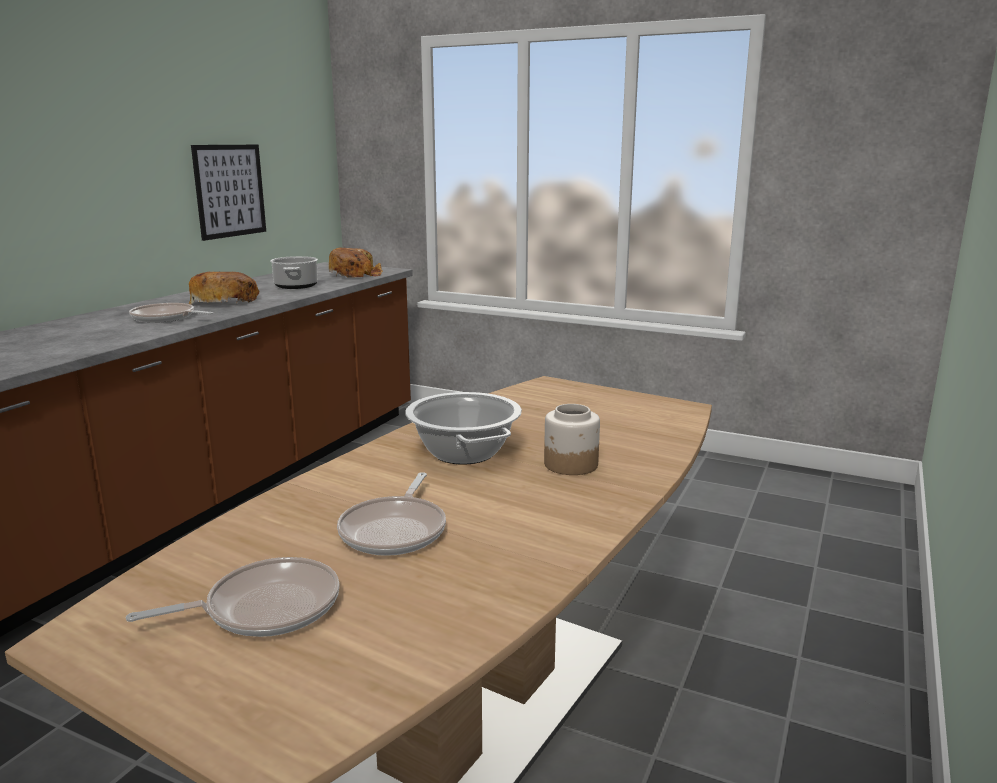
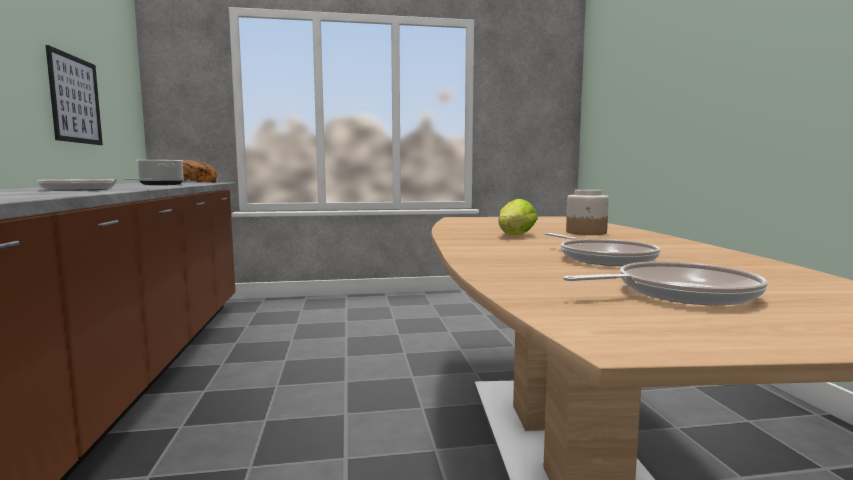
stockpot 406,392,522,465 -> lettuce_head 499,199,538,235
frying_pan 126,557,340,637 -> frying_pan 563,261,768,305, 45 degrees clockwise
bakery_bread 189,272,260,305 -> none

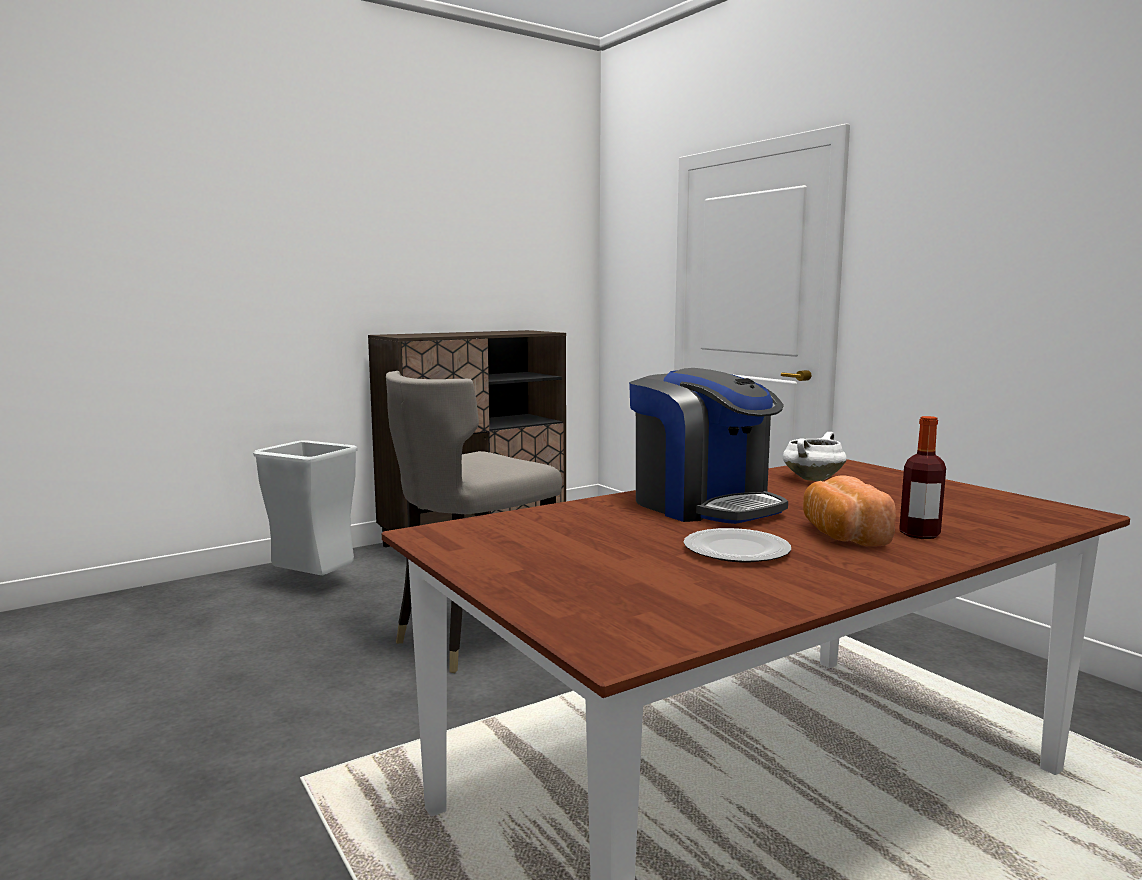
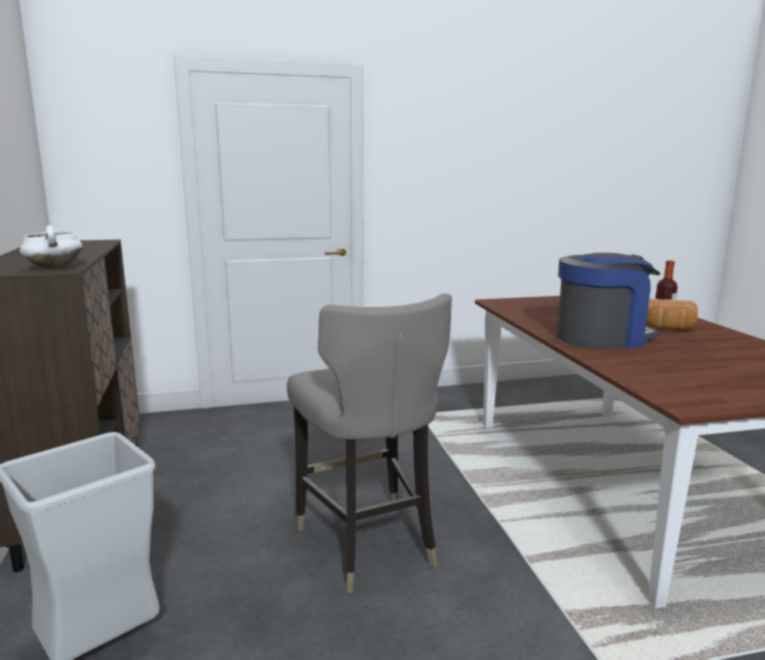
white_stockpot 783,432,847,481 -> white_stockpot 20,225,83,269, move
flat_dish 684,528,791,562 -> none

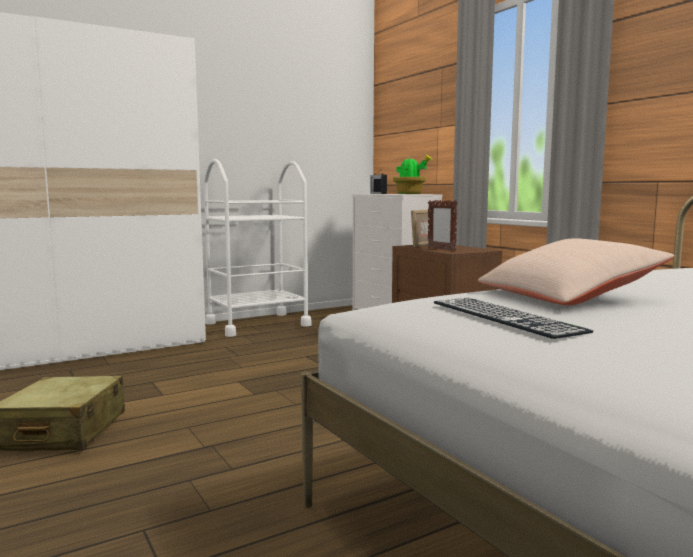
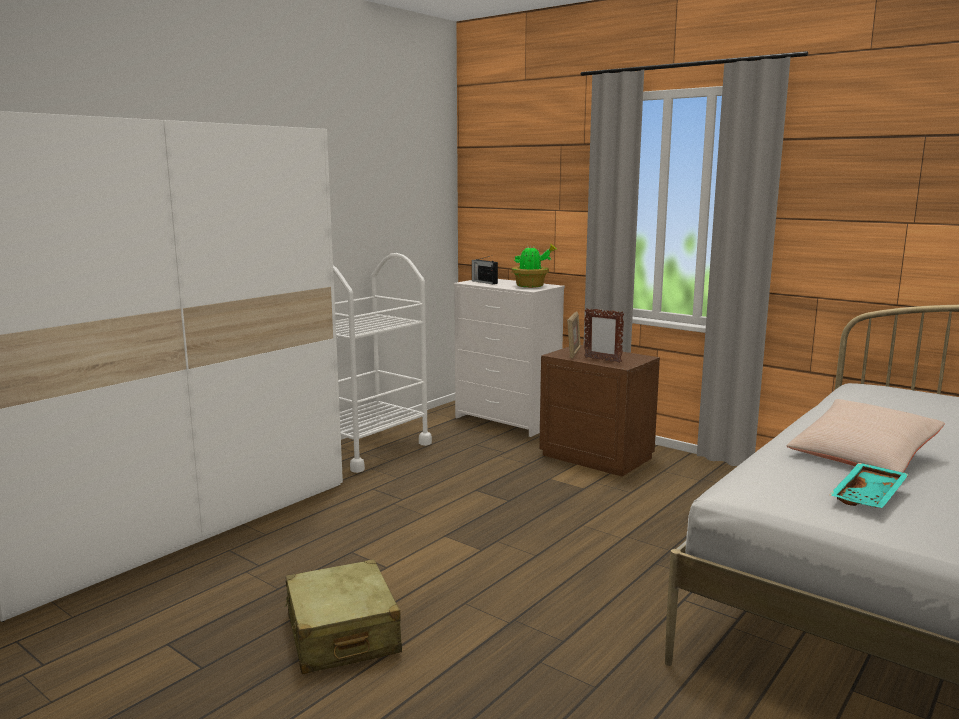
keyboard 434,298,593,339 -> turquoise_tray 830,463,909,508

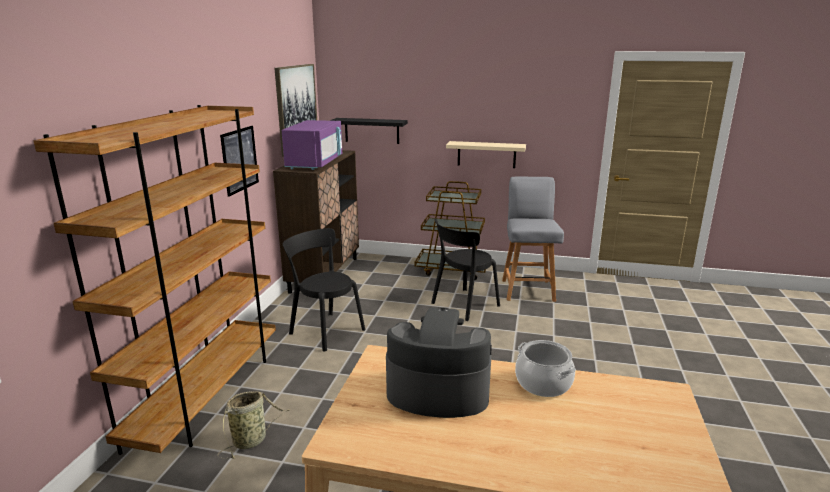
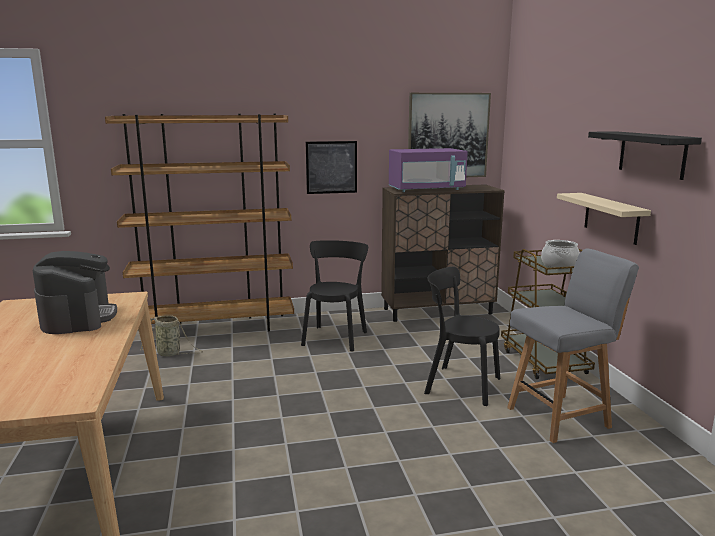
stockpot 515,340,576,397 -> stockpot 541,240,580,269, move
blackish_shelf 330,118,408,144 -> blackish_shelf 588,131,702,180, move

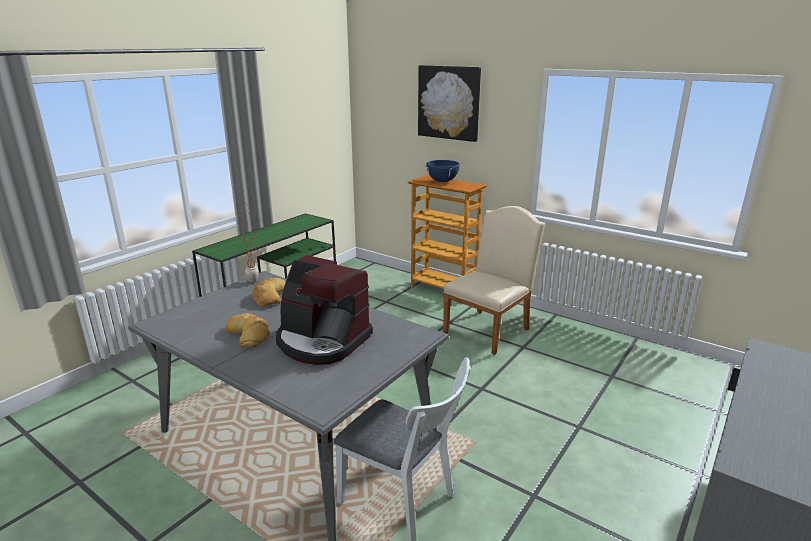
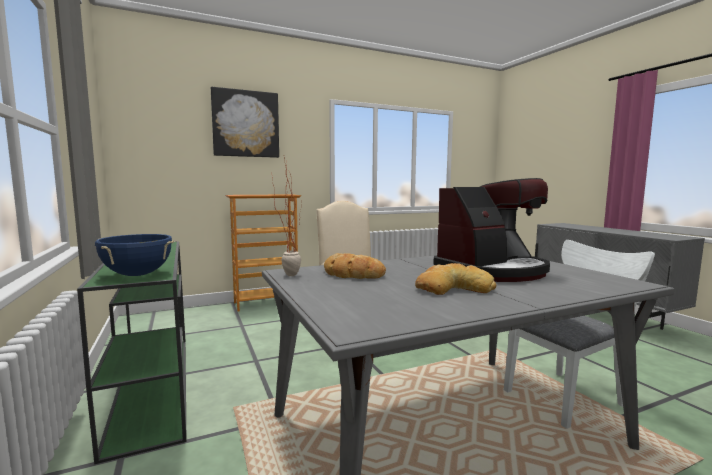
bluish_stockpot 424,160,462,182 -> bluish_stockpot 95,234,174,276, move

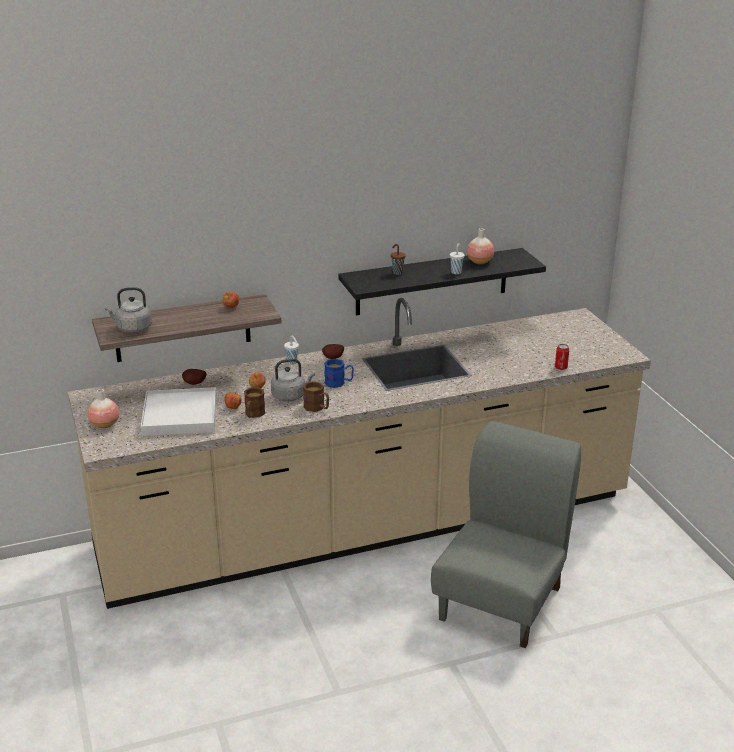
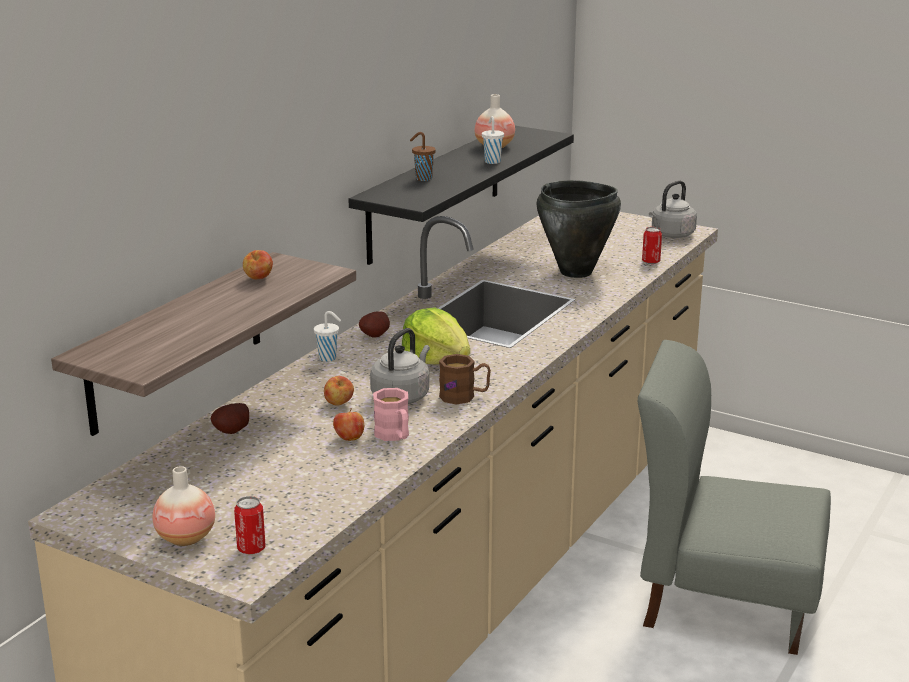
none -> metal_can 234,496,265,554
brownish_coffee_mug 244,387,265,418 -> pink_coffee_mug 373,388,409,441
bluish_coffee_mug 324,359,354,388 -> lettuce_head 402,307,470,364
none -> blackish_stockpot 537,180,621,278
grey_plain_chair 431,421,581,648 -> grey_plain_chair 638,340,831,655, 60 degrees counterclockwise
grey_tea_kettle 105,287,152,333 -> grey_tea_kettle 649,180,697,238, move
white_tray 141,387,216,436 -> none

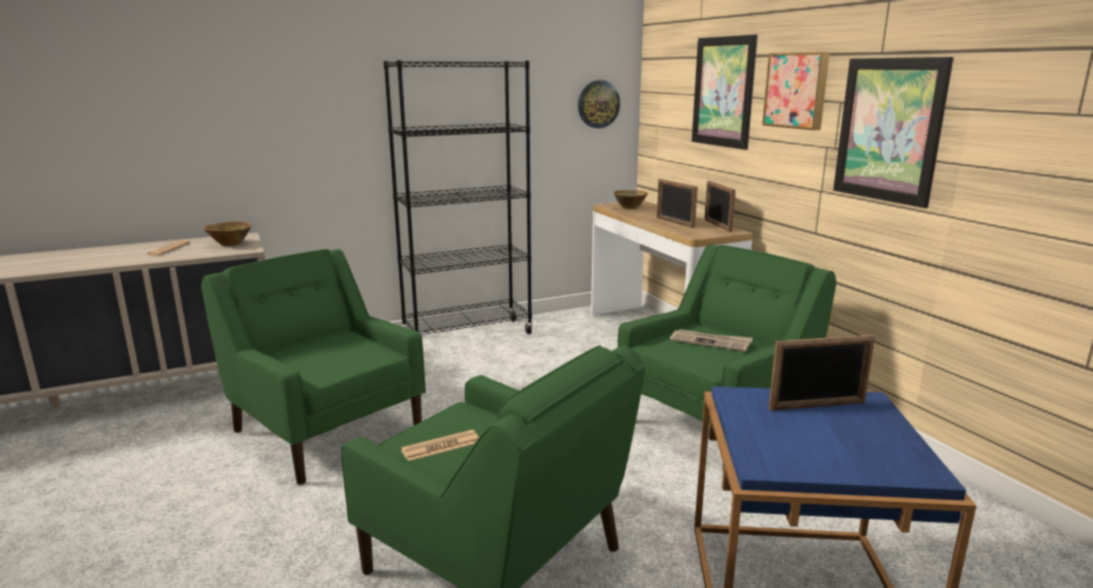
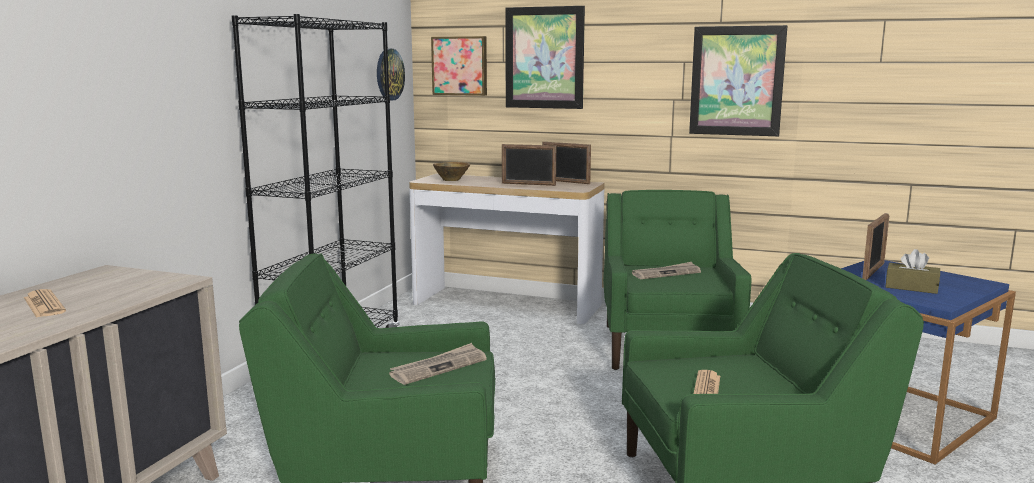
none -> newspaper 389,343,487,385
wall_art 762,52,830,131 -> wall_art 431,36,487,96, move
none -> brownish_tissue_box 885,249,940,294
brownish_serving_bowl 203,221,251,246 -> none

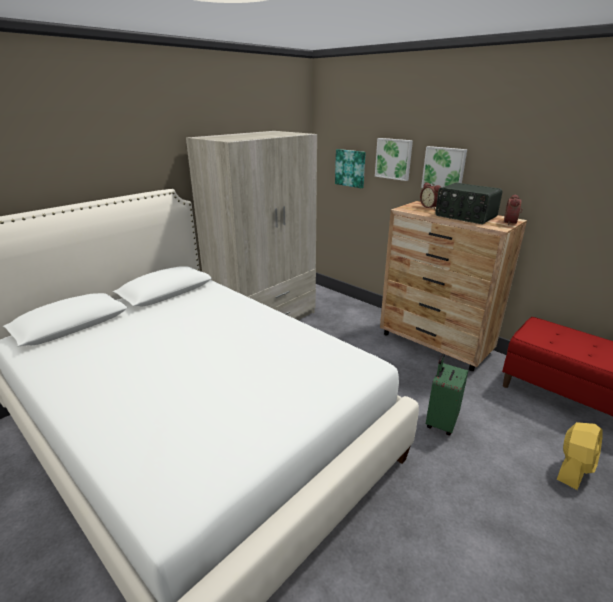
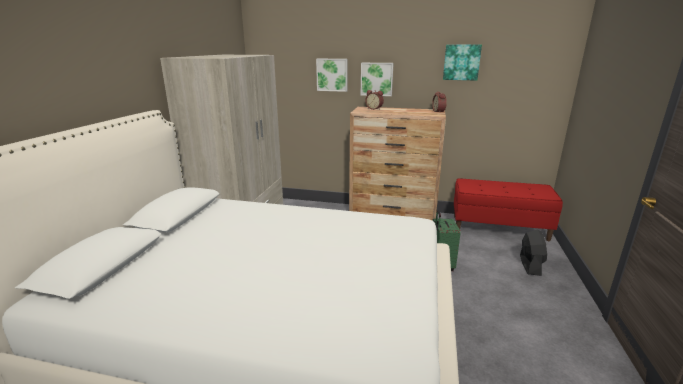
wall_art 335,149,366,188 -> wall_art 443,45,482,81, move
yellow-coloured_fan 557,422,602,490 -> blackish_fan 520,229,547,276
radio 435,183,503,224 -> none

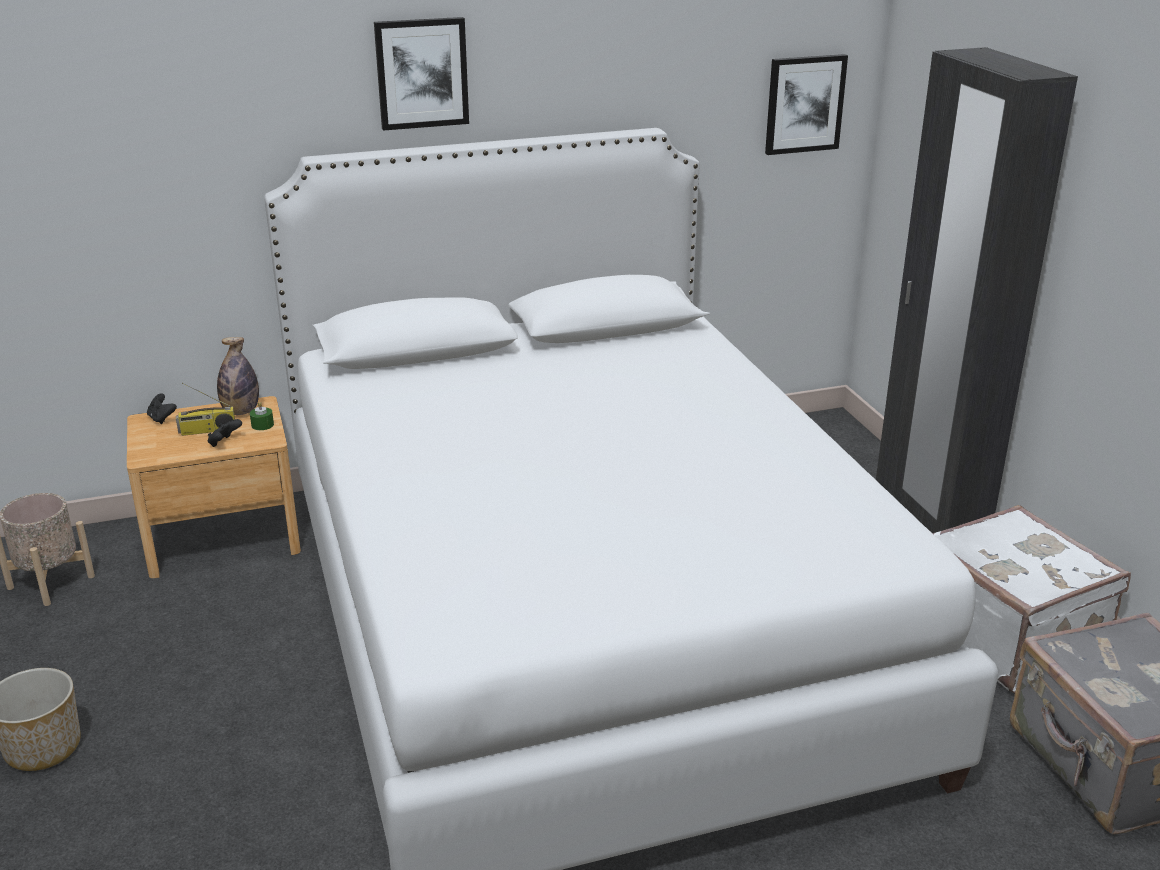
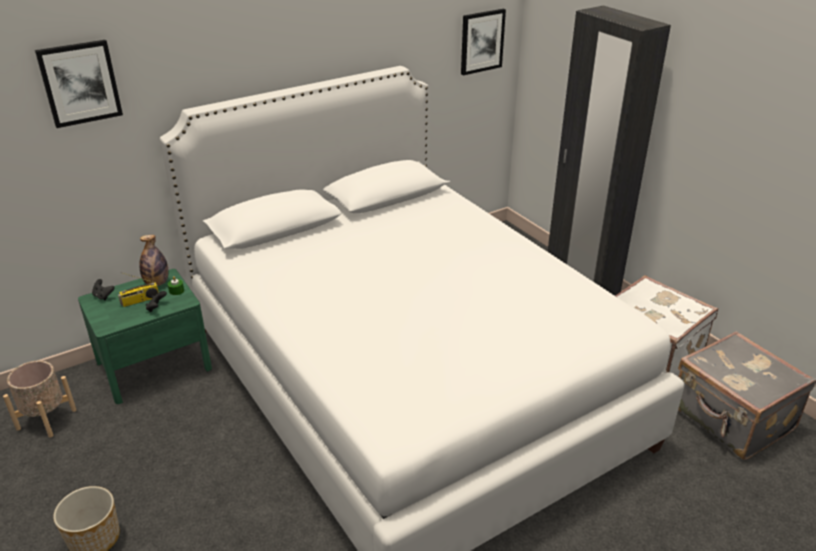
wall_art 374,17,469,131 -> wall_art 35,40,123,128, move
brownish_night_table 127,396,301,578 -> green-coloured_night_table 78,269,212,404

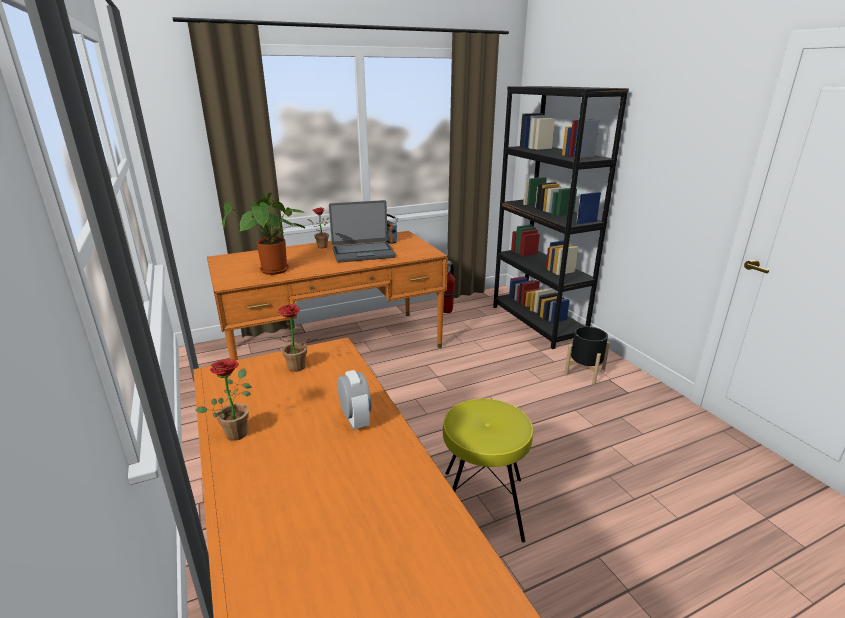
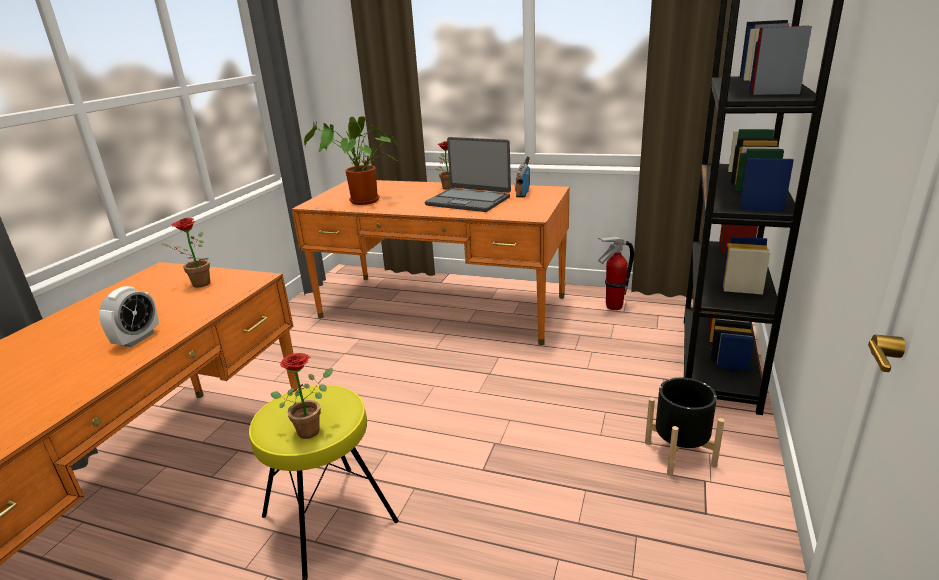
houseplant 196,359,252,441 -> houseplant 271,353,333,439, move

